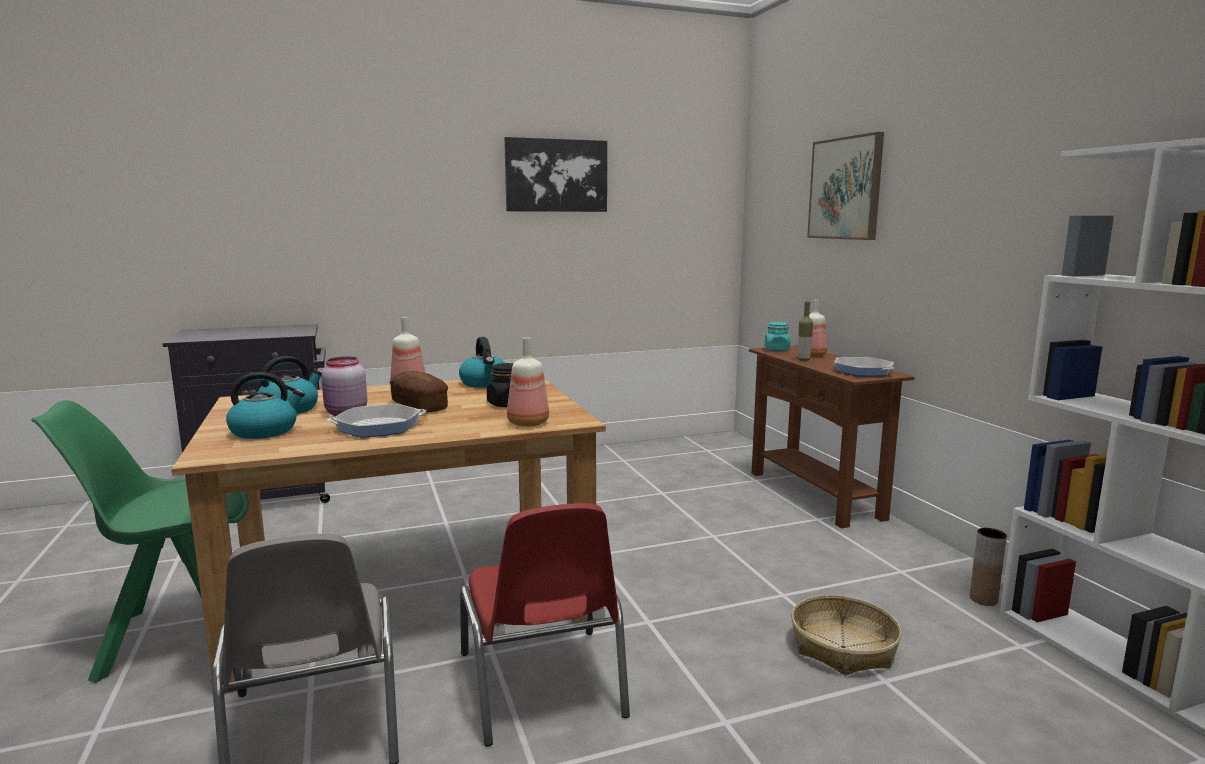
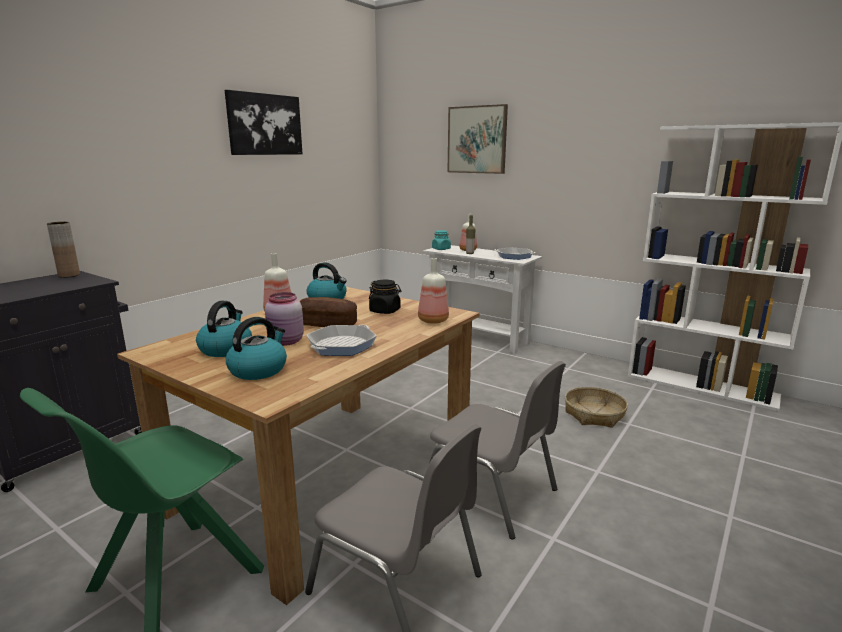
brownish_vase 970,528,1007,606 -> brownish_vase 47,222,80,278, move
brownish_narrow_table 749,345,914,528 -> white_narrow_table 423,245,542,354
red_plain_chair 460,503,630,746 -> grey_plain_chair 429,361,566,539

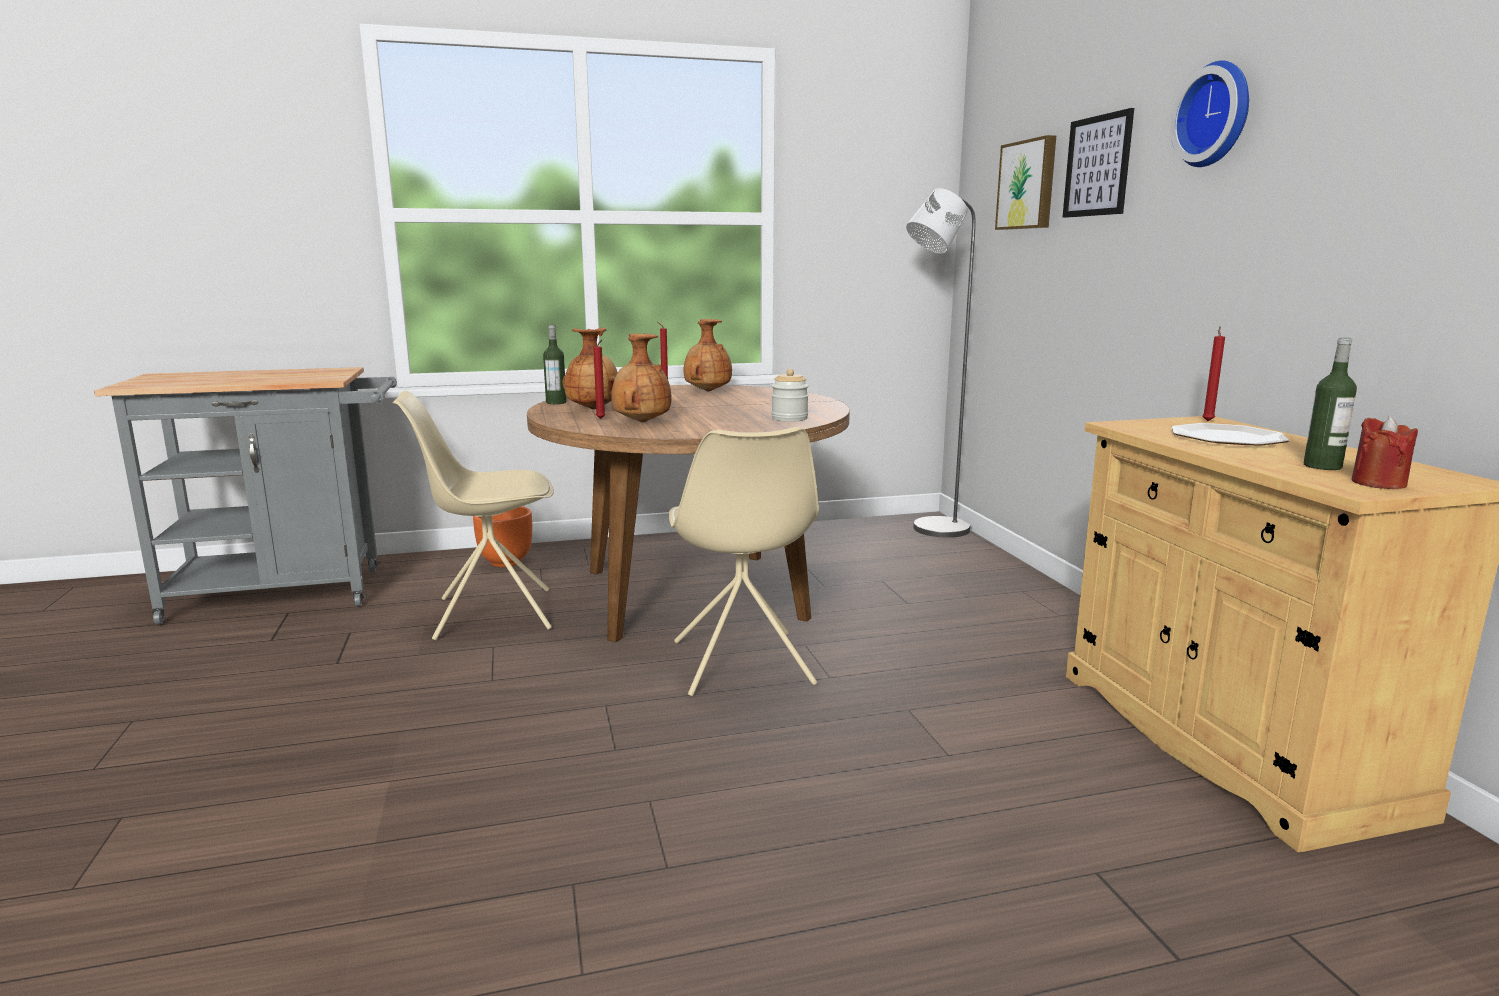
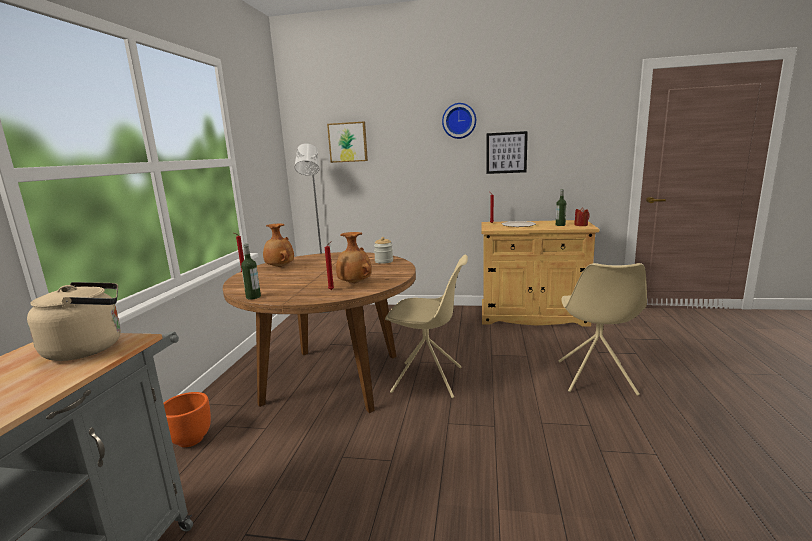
none -> beige-coloured_tea_kettle 27,282,121,361
wall_art 1062,108,1134,218 -> wall_art 487,131,528,174, move
beige-coloured_plain_chair 393,391,554,640 -> beige-coloured_plain_chair 559,263,647,396, move
brownish_vase 563,328,618,409 -> none

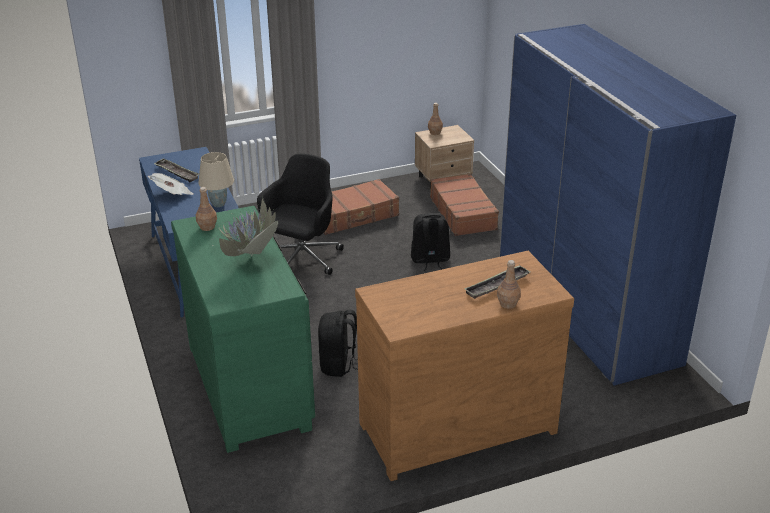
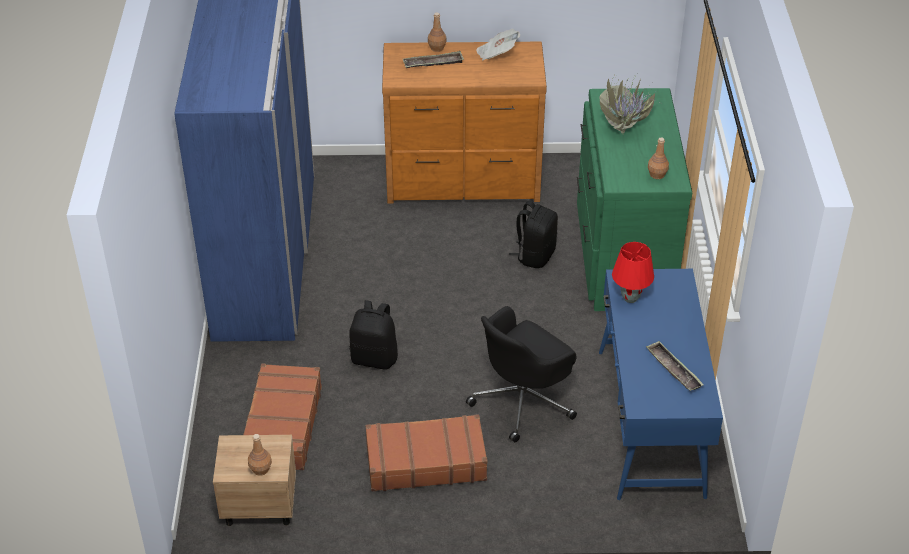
newspaper 148,173,193,195 -> newspaper 476,29,520,60, move
beige-coloured_table_lamp 198,152,234,207 -> red_table_lamp 612,242,654,303

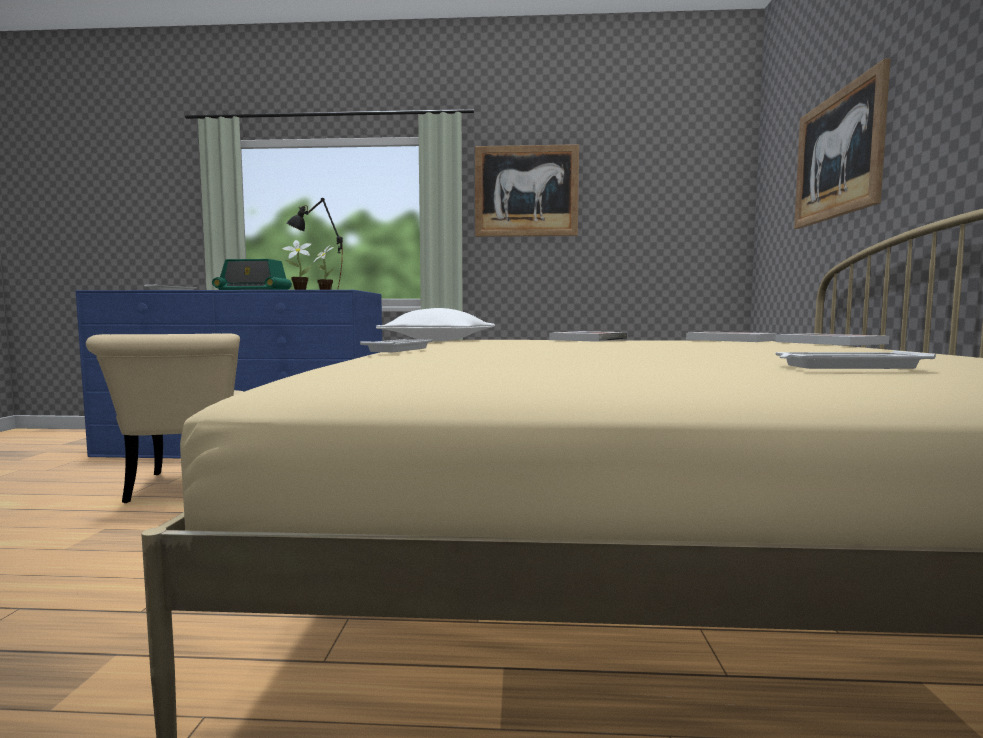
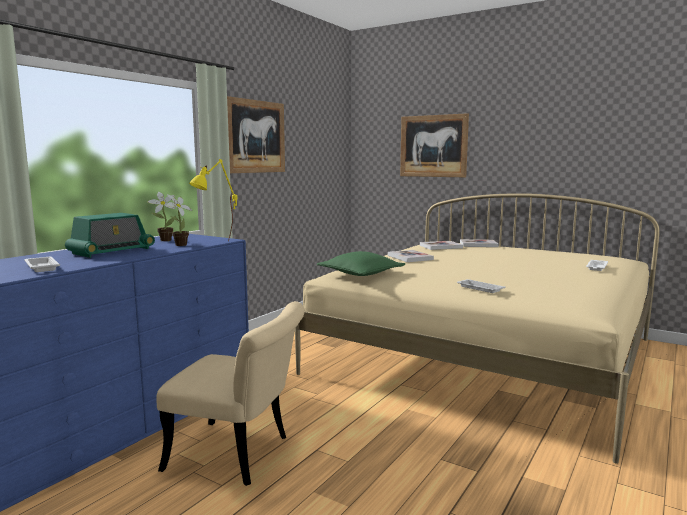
blackish_table_lamp 287,198,343,290 -> yellow-coloured_table_lamp 189,159,237,241
white_pillow 376,308,495,341 -> green-coloured_pillow 317,251,405,276

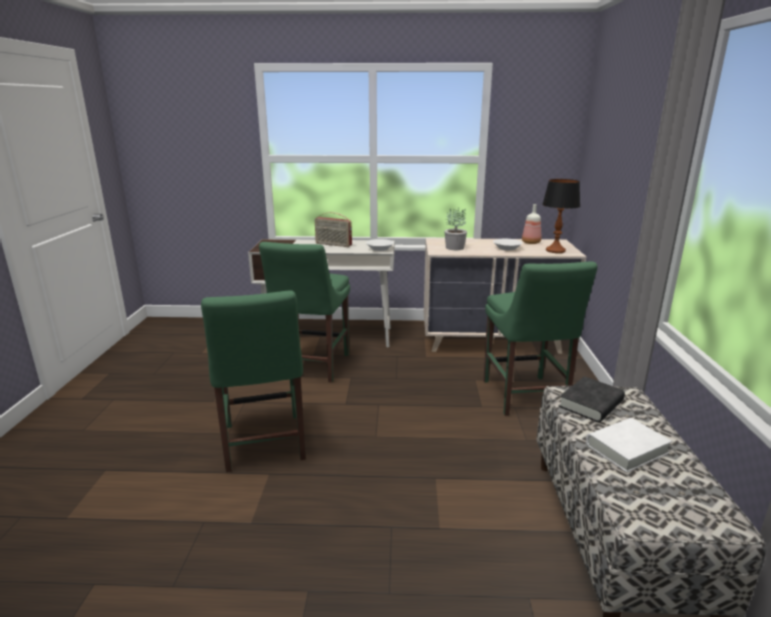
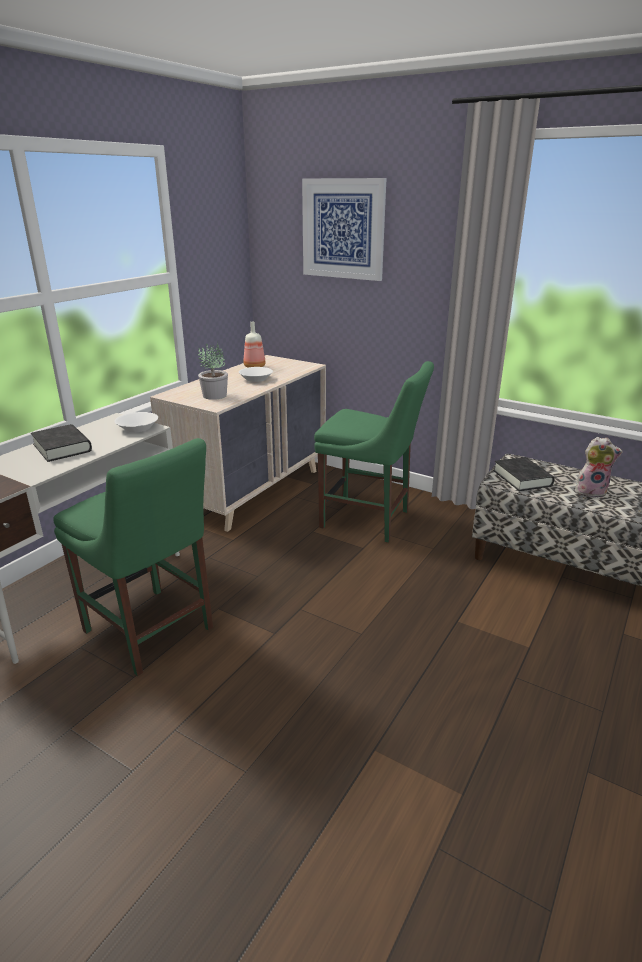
radio 315,212,352,247 -> blackish_volume 31,424,92,462
none -> wall_art 302,178,387,281
white_volume 586,418,672,473 -> soft_toy 575,437,623,498
green-coloured_plain_chair 201,291,306,472 -> none
table_lamp 542,179,580,253 -> none

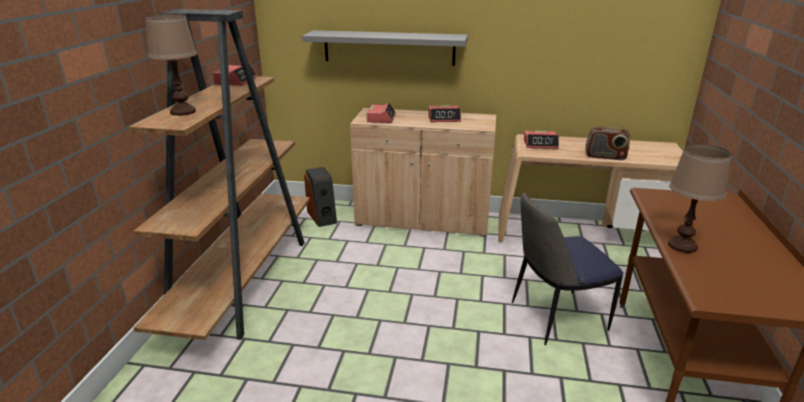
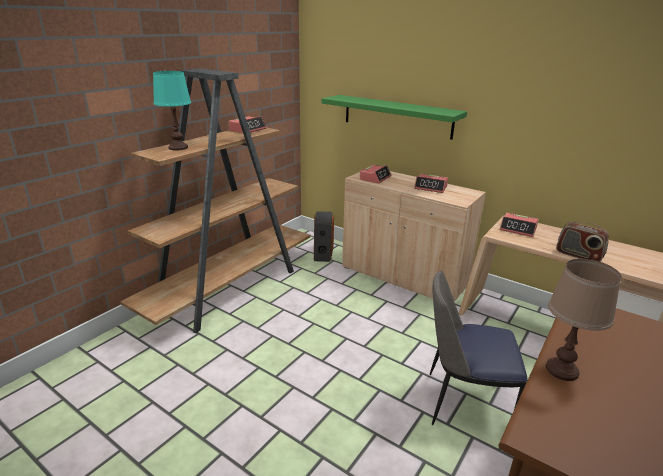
brownish_table_lamp 145,13,197,116 -> turquoise_table_lamp 153,71,191,151
grey_shelf 302,30,468,66 -> green-coloured_shelf 321,95,467,140

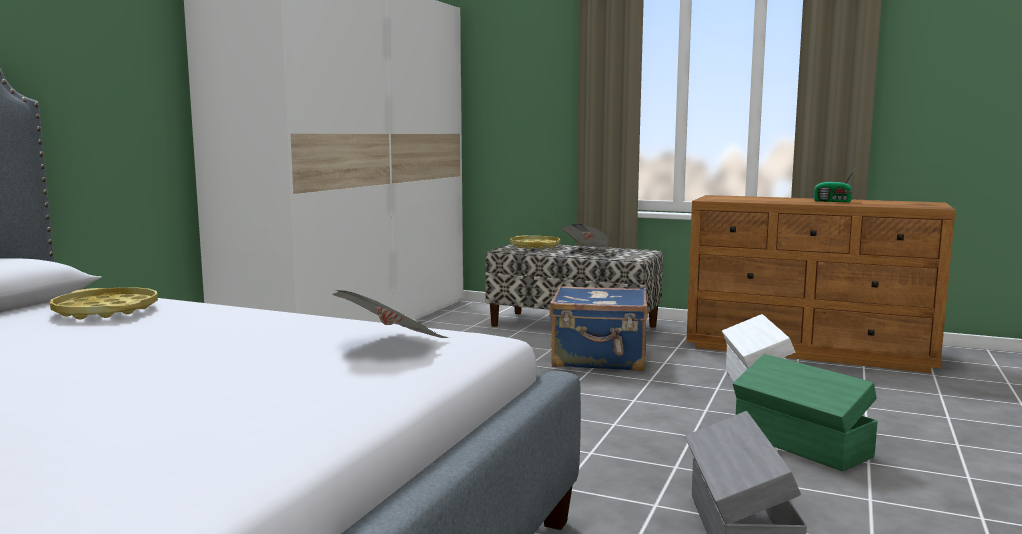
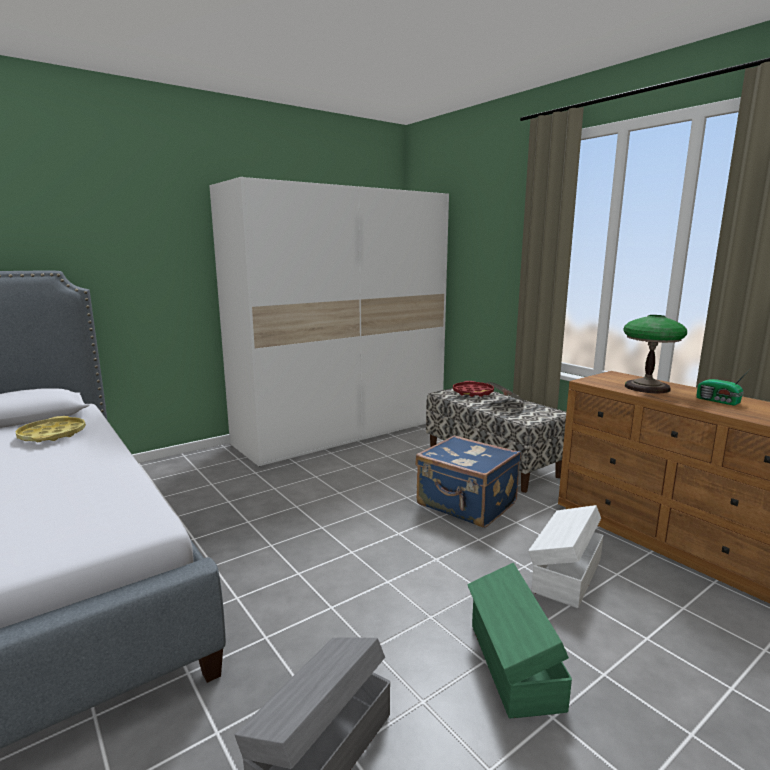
yellow-coloured_tray 510,235,560,249 -> red_tray 453,381,494,397
none -> table_lamp 623,315,687,393
newspaper 332,290,450,338 -> none

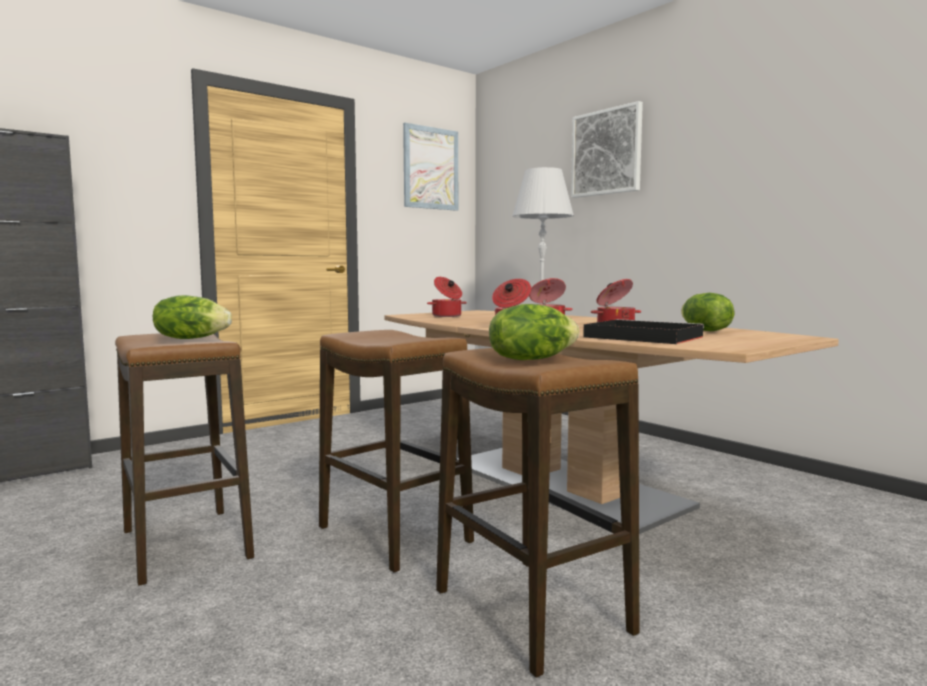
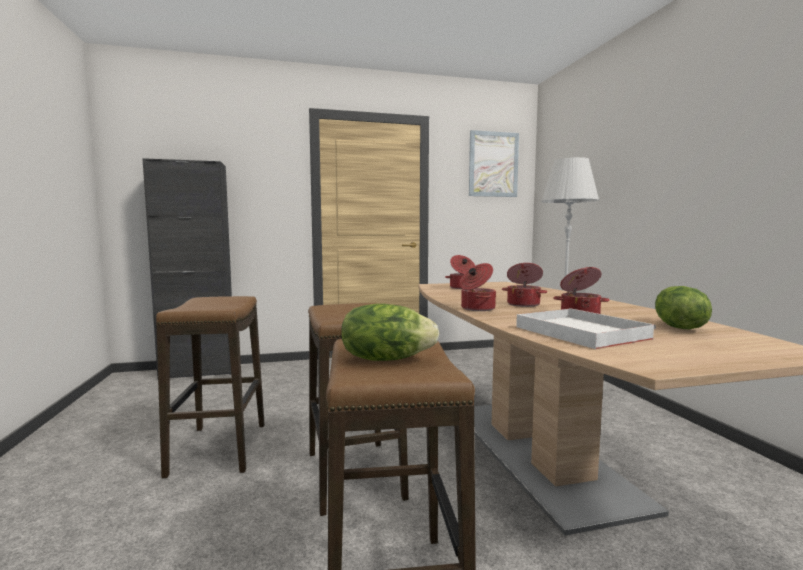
blackish_tray 583,319,704,344 -> white_tray 516,308,656,349
lettuce_head 153,295,232,339 -> none
wall_art 571,101,643,198 -> none

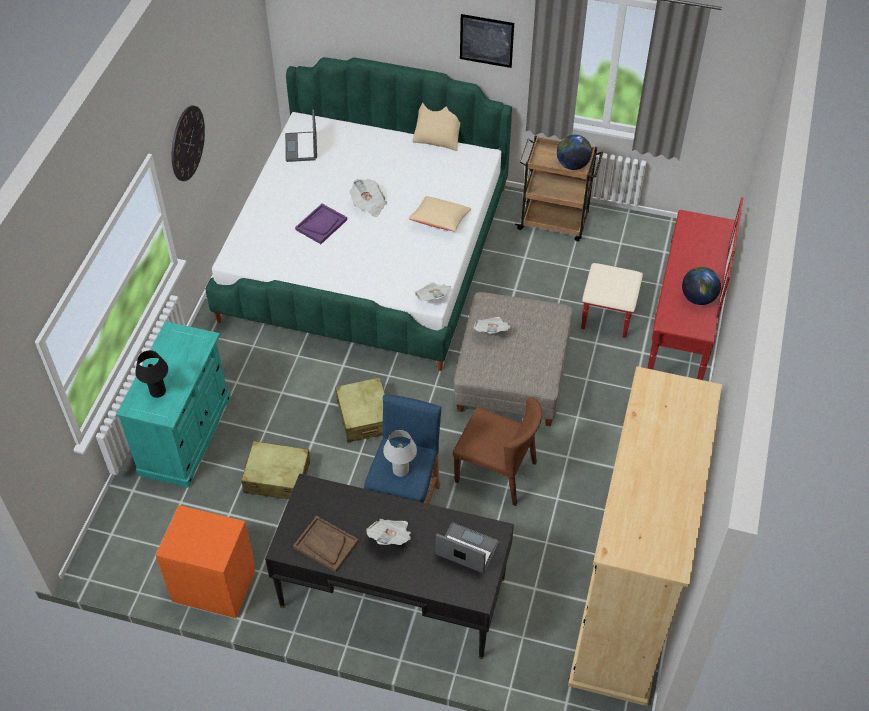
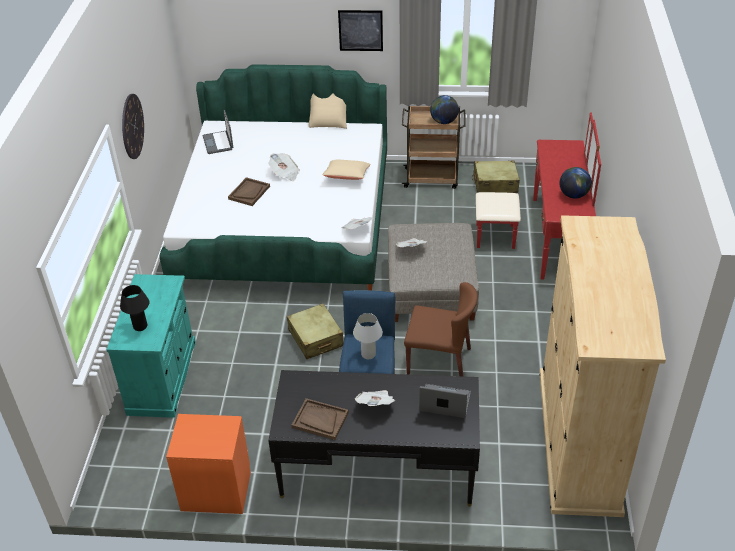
purple_tray 295,204,347,244 -> brownish_tray 228,177,270,206
beige-coloured_suitcase 241,441,310,499 -> beige-coloured_suitcase 472,161,520,193, move

